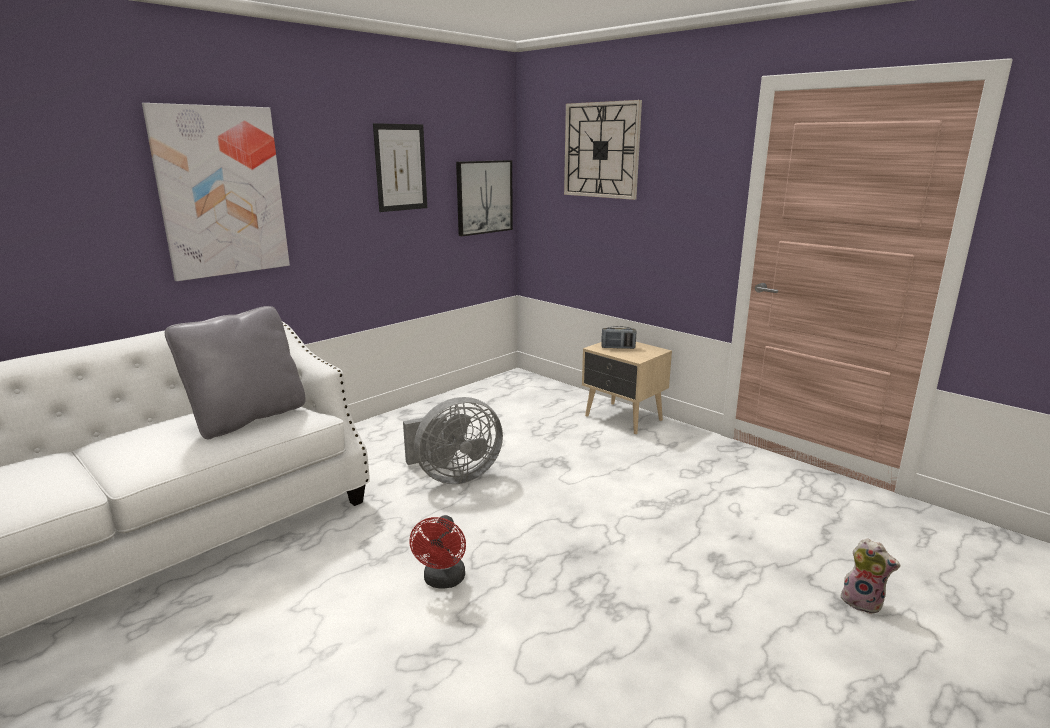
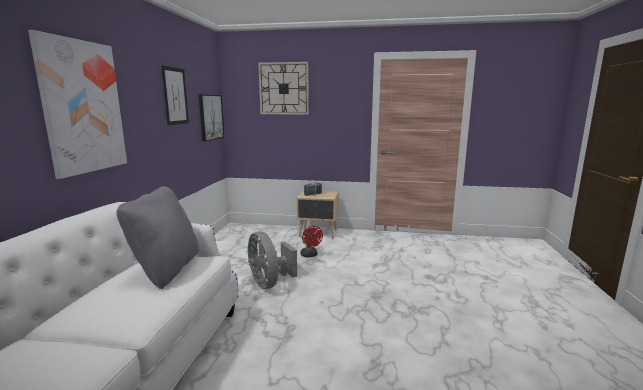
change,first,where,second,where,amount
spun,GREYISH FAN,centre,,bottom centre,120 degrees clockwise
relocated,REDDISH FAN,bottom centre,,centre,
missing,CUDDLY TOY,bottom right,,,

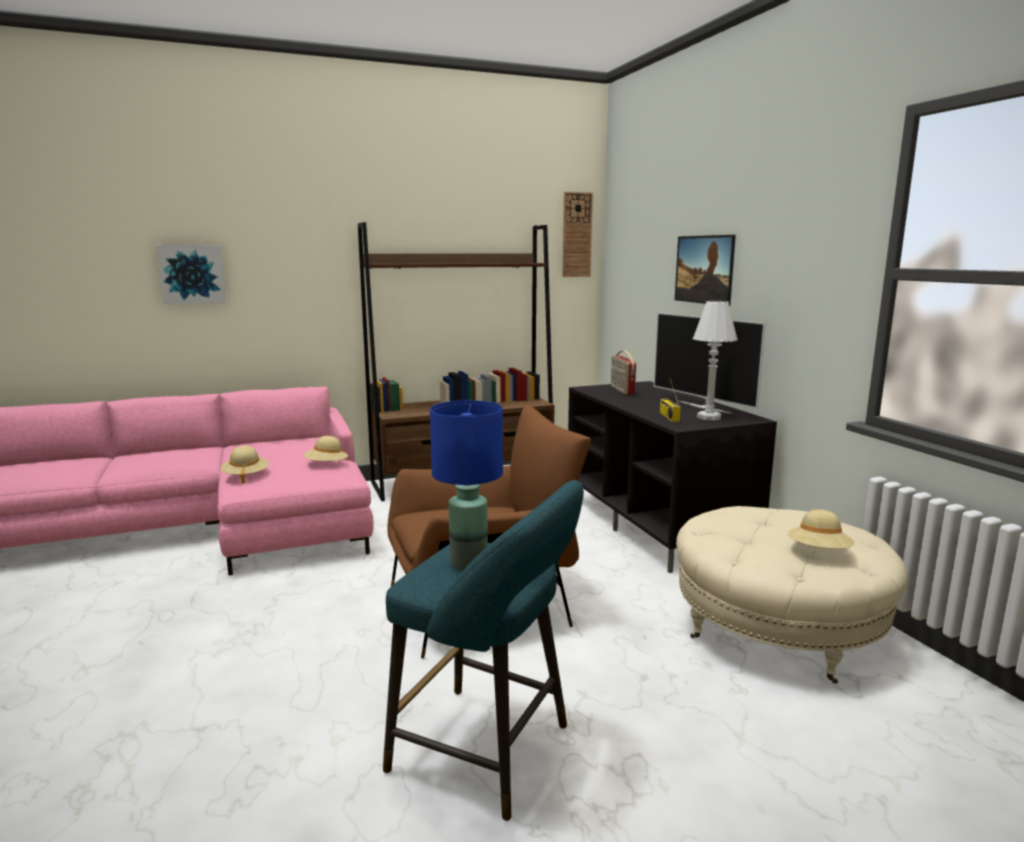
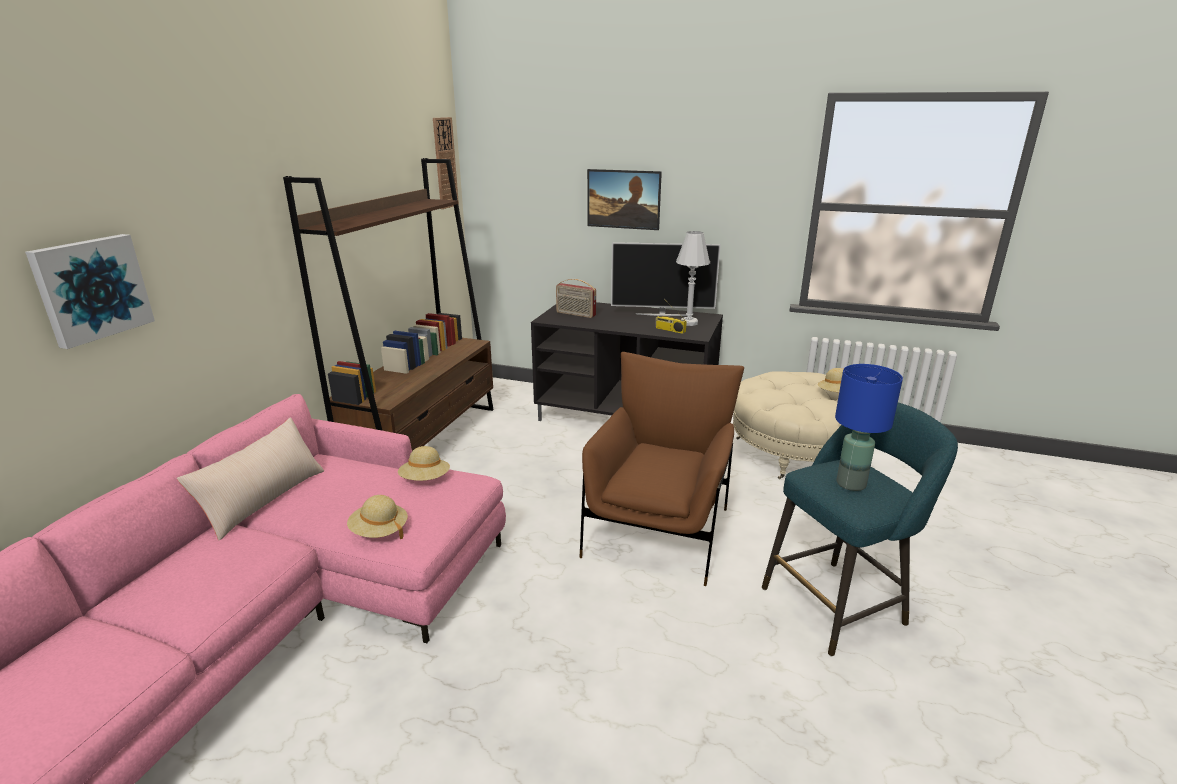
change,first,where,second,where,amount
appeared,,,SAND-COLOURED THROW PILLOW,middle left,

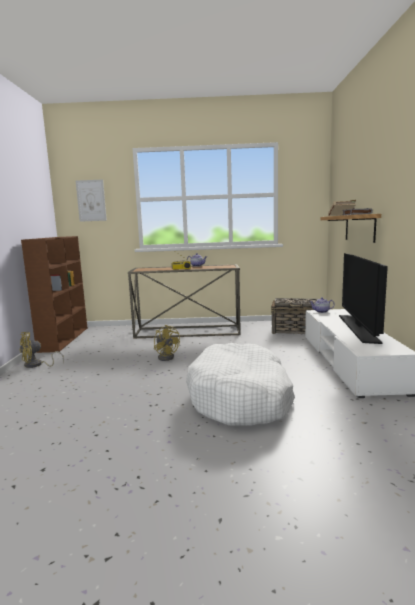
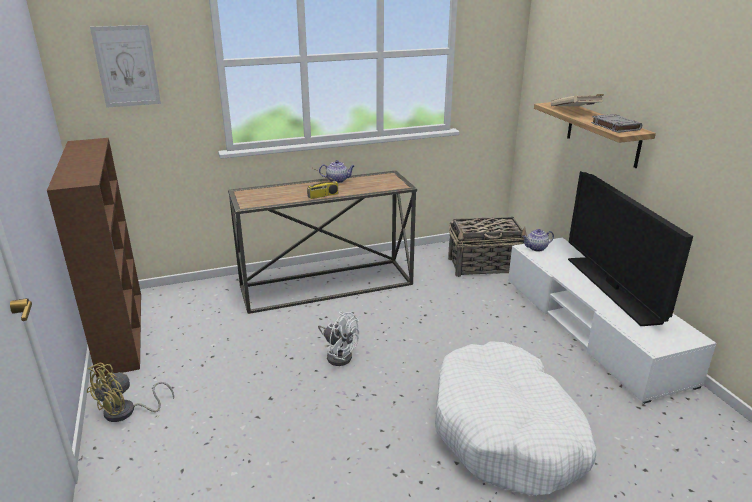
change,first,where,second,where,amount
colour,YELLOW-COLOURED FAN (no. 2 from left),centre,WHITE-COLOURED FAN,bottom centre,

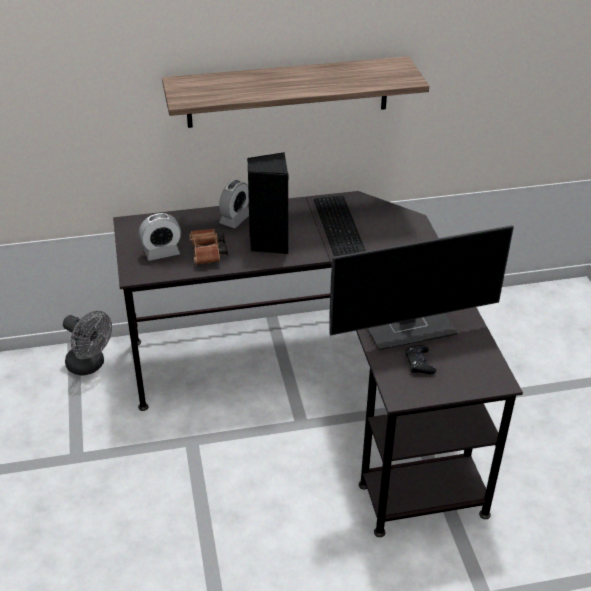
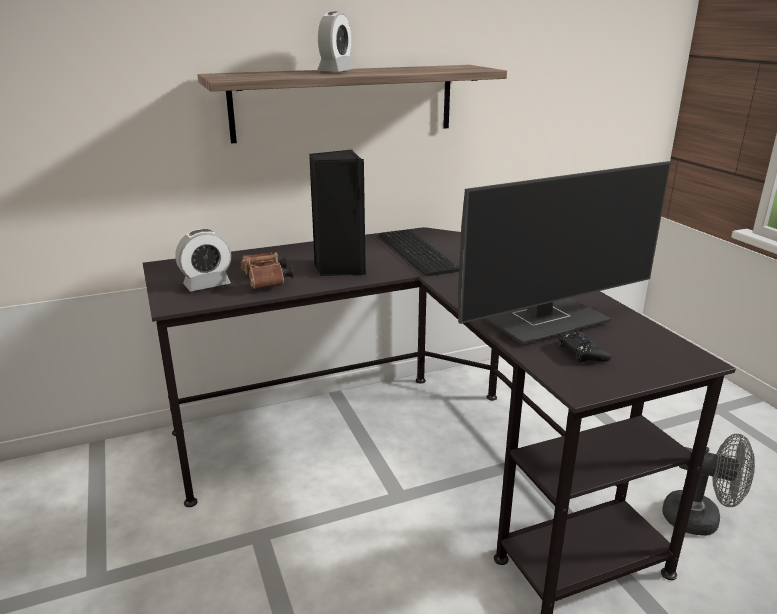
change,first,where,second,where,amount
relocated,BEDSIDE CLOCK (no. 2 from left),centre,,top centre,
relocated,GREYISH FAN,middle left,,bottom right,

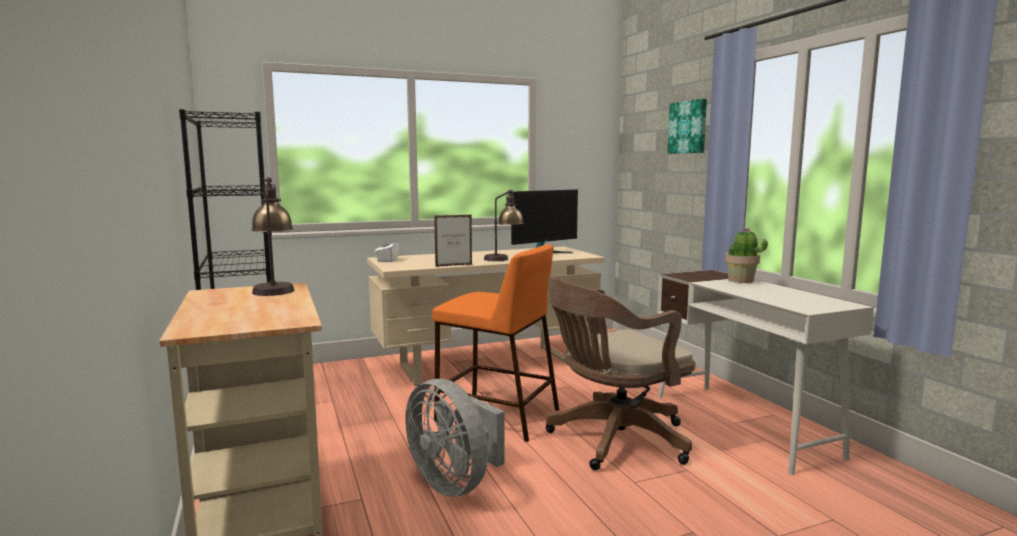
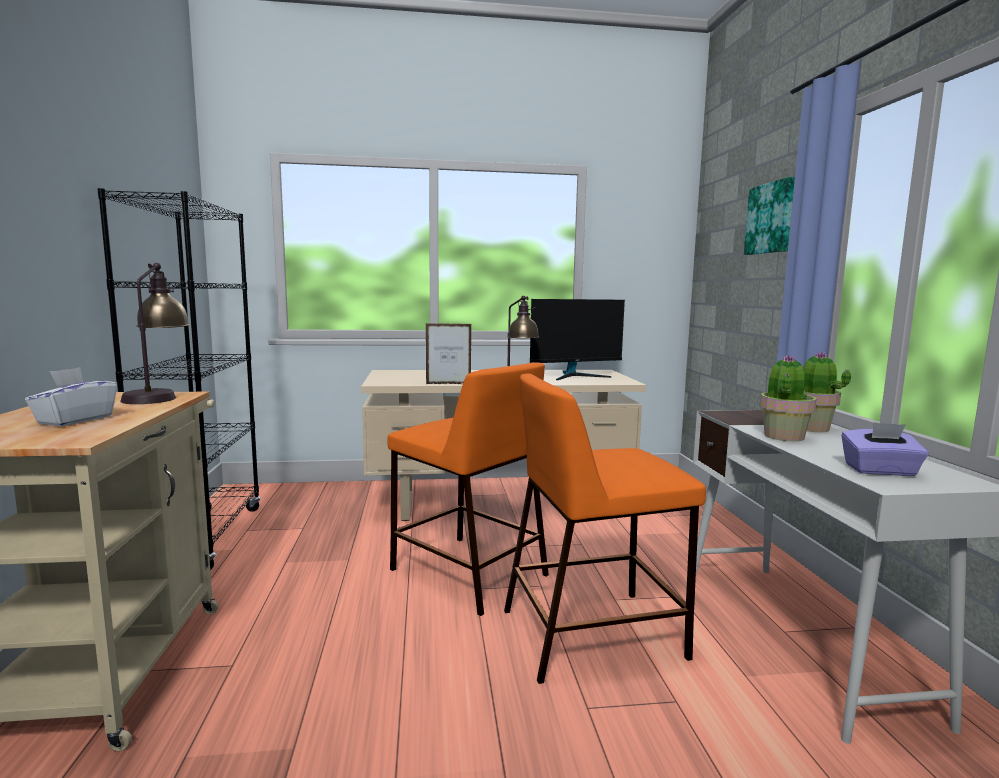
change,first,where,second,where,amount
relocated,WHITE-COLOURED BOX OF TISSUES,centre,,middle left,
exchanged,BROWN OFFICE CHAIR,bottom centre,ORANGE-COLOURED STOOL SEAT (no. 2 from left),bottom centre,
appeared,,,POTTED PLANT (no. 1 from left),middle right,
appeared,,,PURPLE BOX OF TISSUES,middle right,
missing,GREYISH FAN,bottom centre,,,

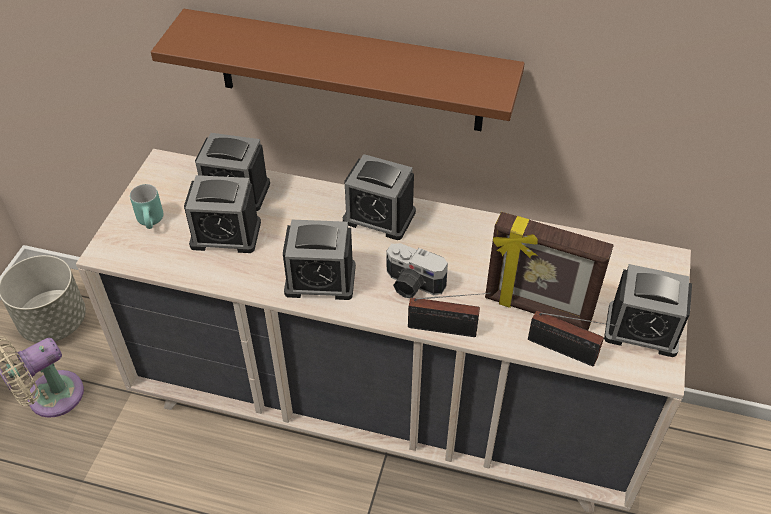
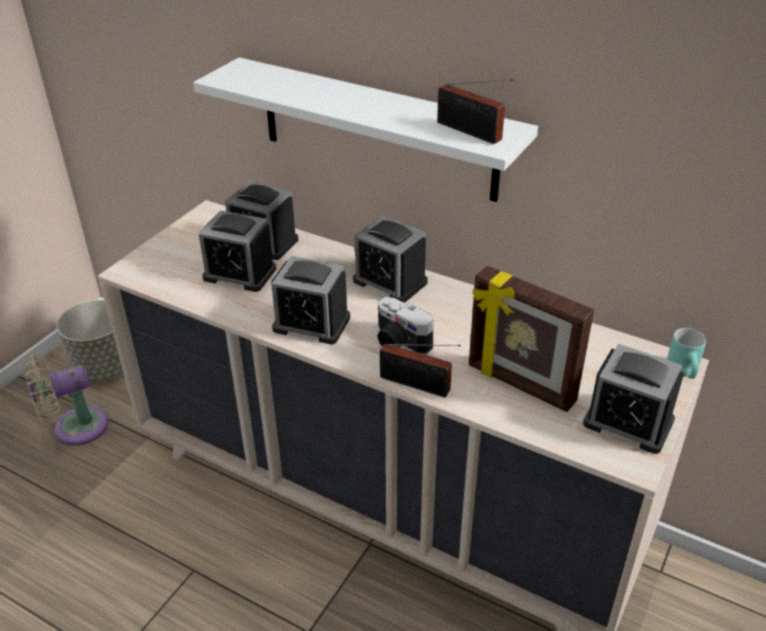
change,first,where,second,where,amount
colour,BROWN BRACKET SHELF,top centre,WHITE-COLOURED BRACKET SHELF,top centre,
relocated,RADIO SET (no. 2 from left),middle right,,top centre,
relocated,TURQUOISE COFFEE MUG,middle left,,middle right,

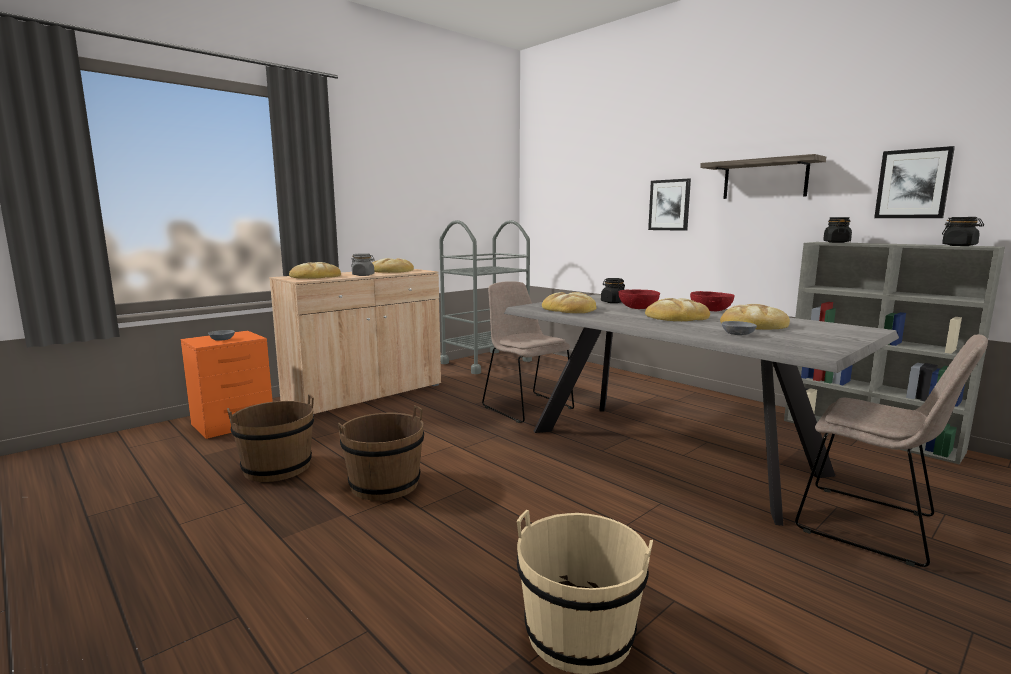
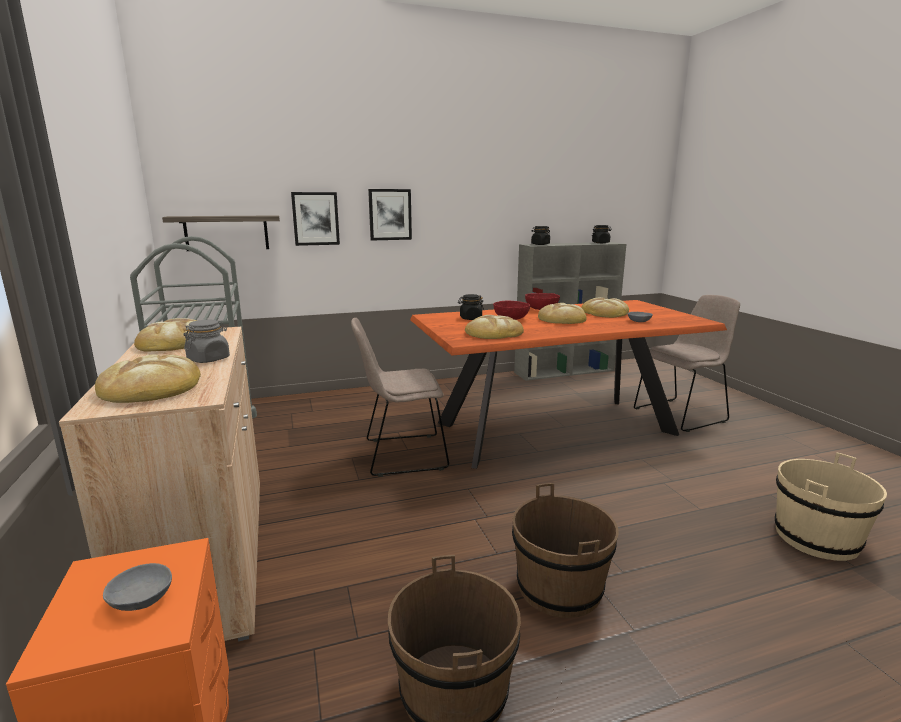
change,first,where,second,where,amount
relocated,BRACKET SHELF,top right,,top left,
relocated,WALL ART (no. 2 from left in the first image),top right,WALL ART (no. 1 from left),top centre,
colour,GREYISH KITCHEN TABLE,middle right,ORANGE-COLOURED KITCHEN TABLE,centre,

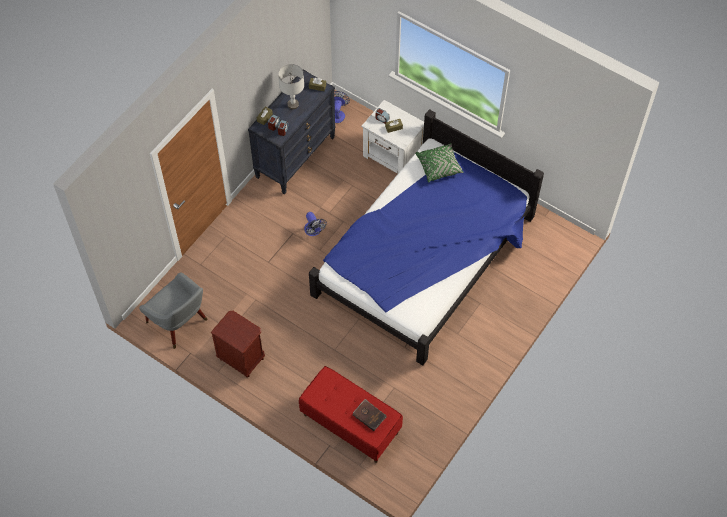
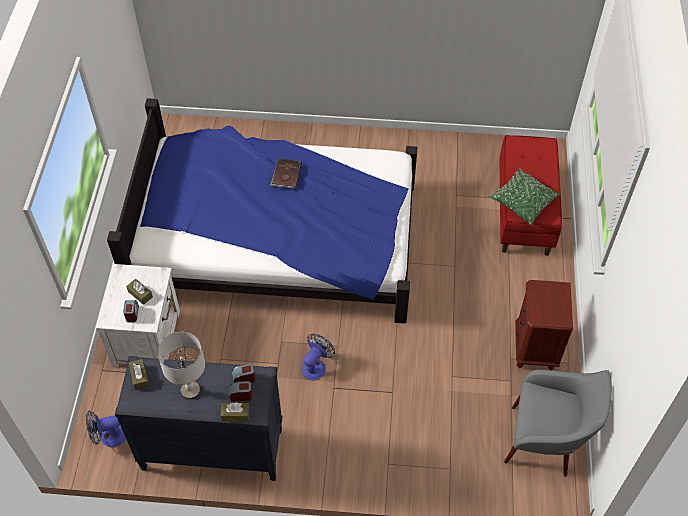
change,first,where,second,where,amount
relocated,BROWN BOOK,bottom centre,,centre,
relocated,GREEN-COLOURED THROW PILLOW,top centre,,middle right,
spun,GREYISH ARMCHAIR,middle left,,bottom right,90 degrees clockwise

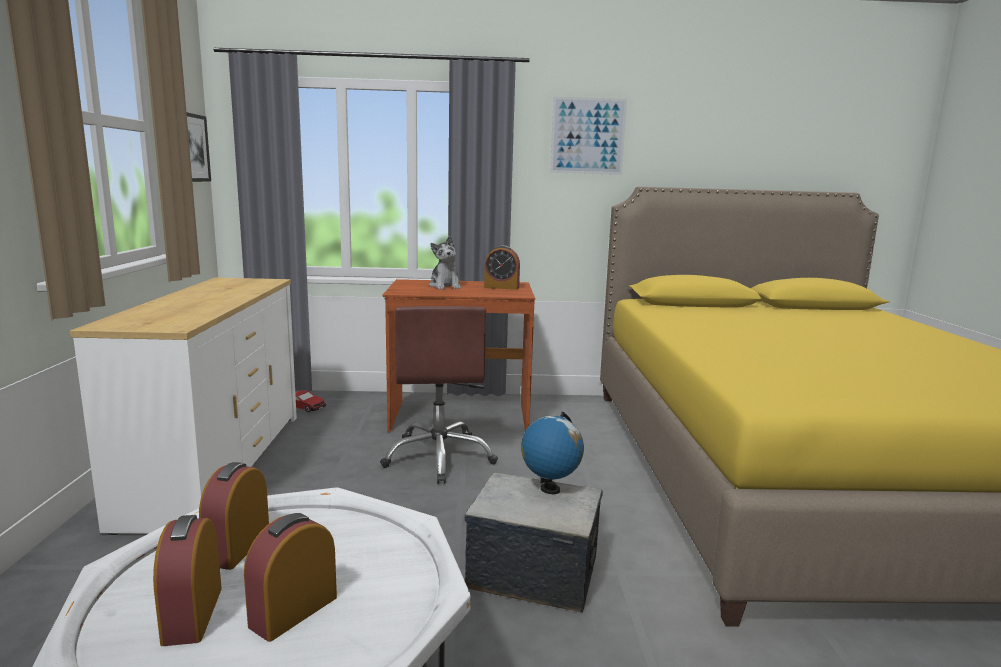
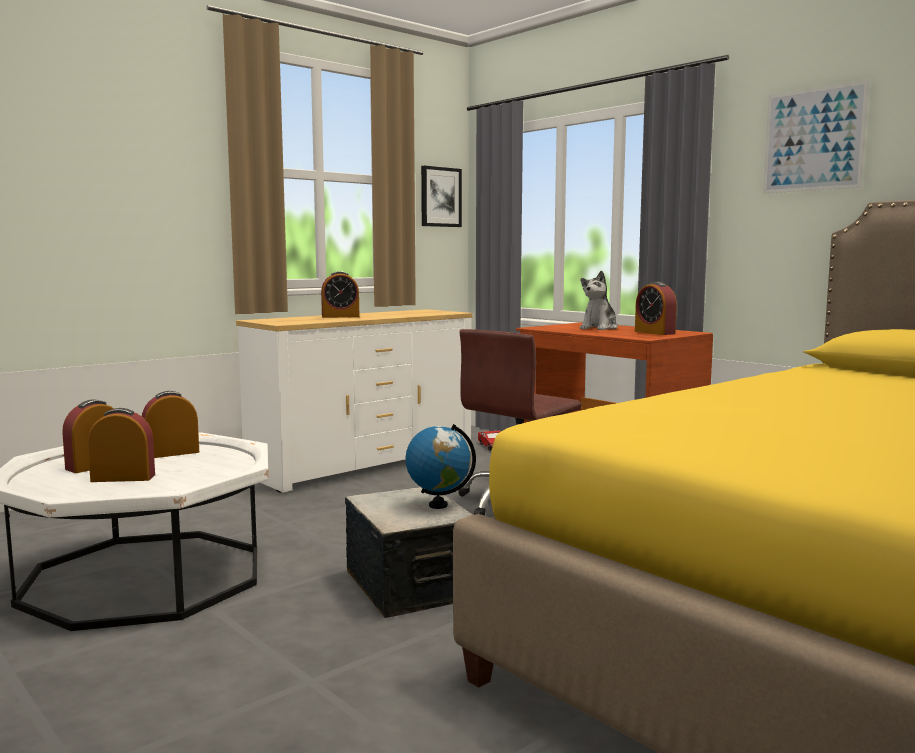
change,first,where,second,where,amount
appeared,,,BEDSIDE CLOCK (no. 4 from left),centre,

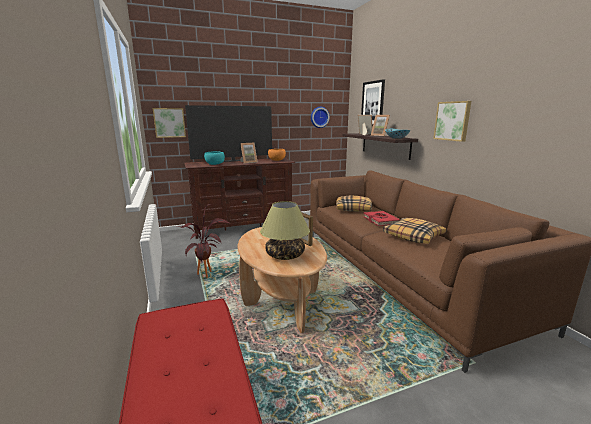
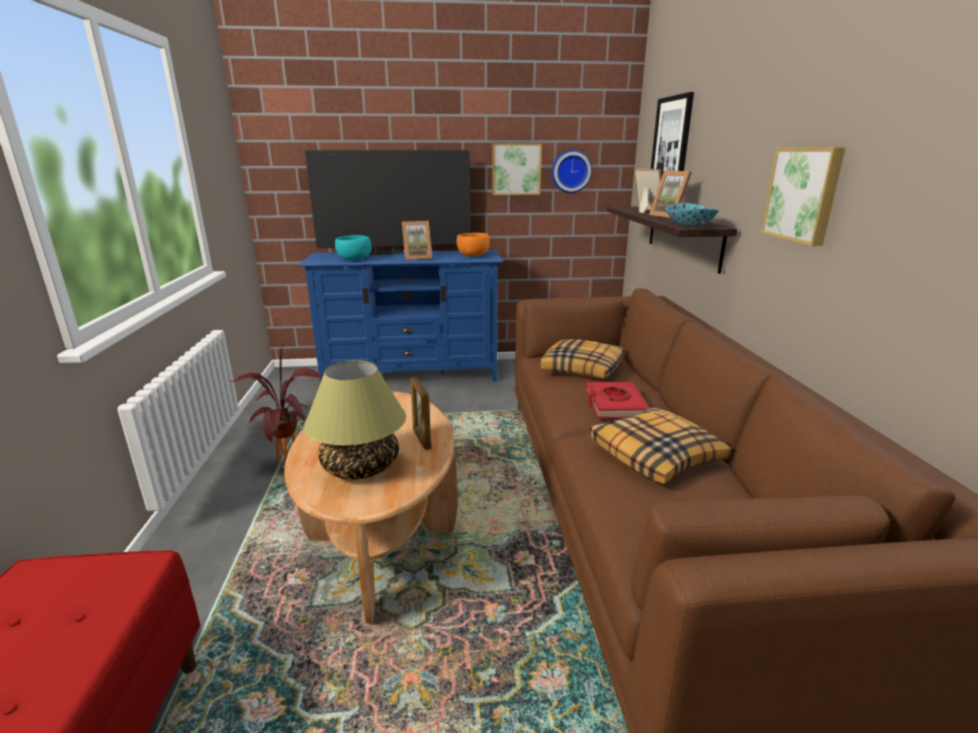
change,first,where,second,where,amount
colour,BROWN TV STAND,centre,BLUISH TV STAND,centre,
relocated,WALL ART (no. 1 from left),top left,,top centre,

